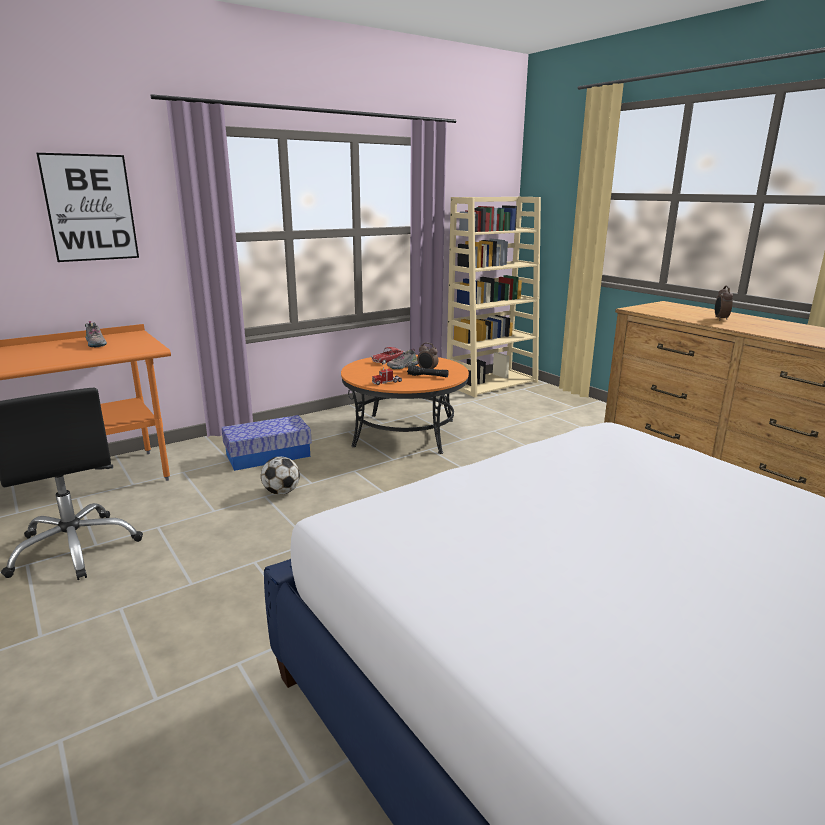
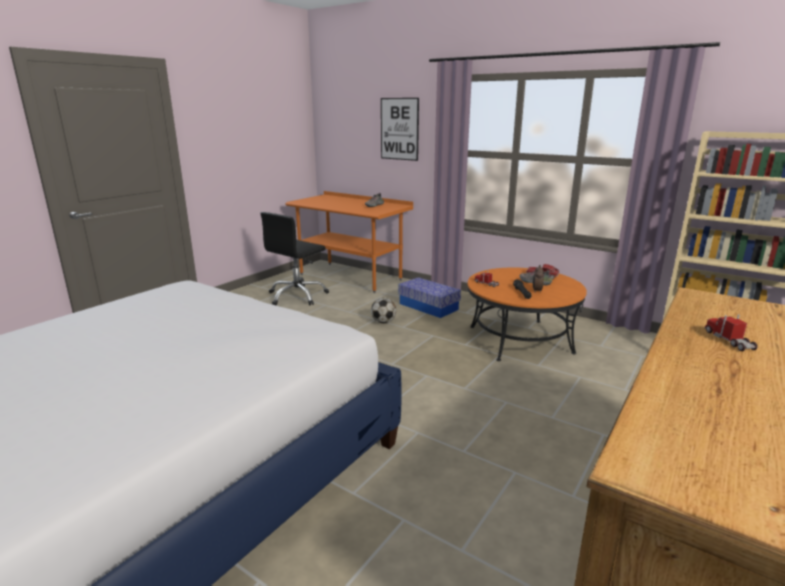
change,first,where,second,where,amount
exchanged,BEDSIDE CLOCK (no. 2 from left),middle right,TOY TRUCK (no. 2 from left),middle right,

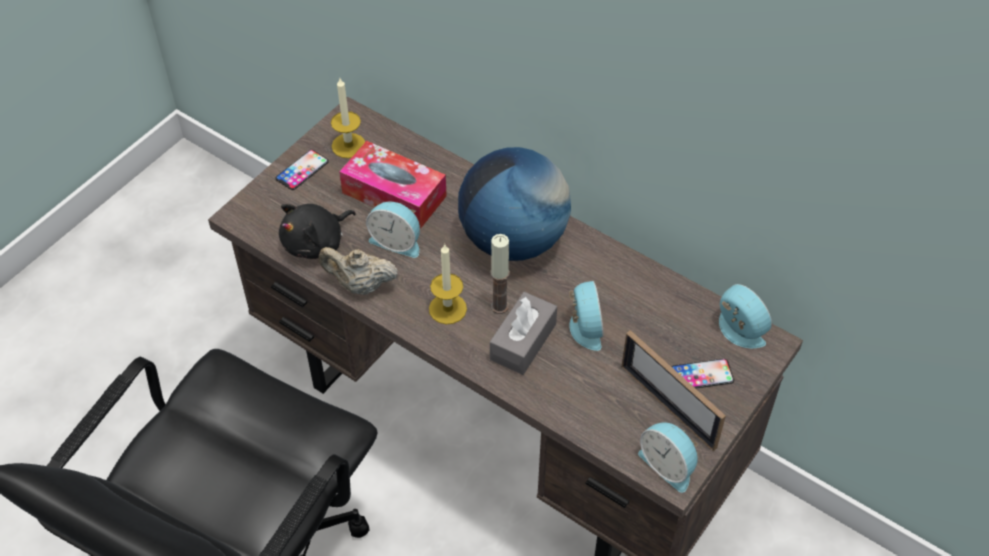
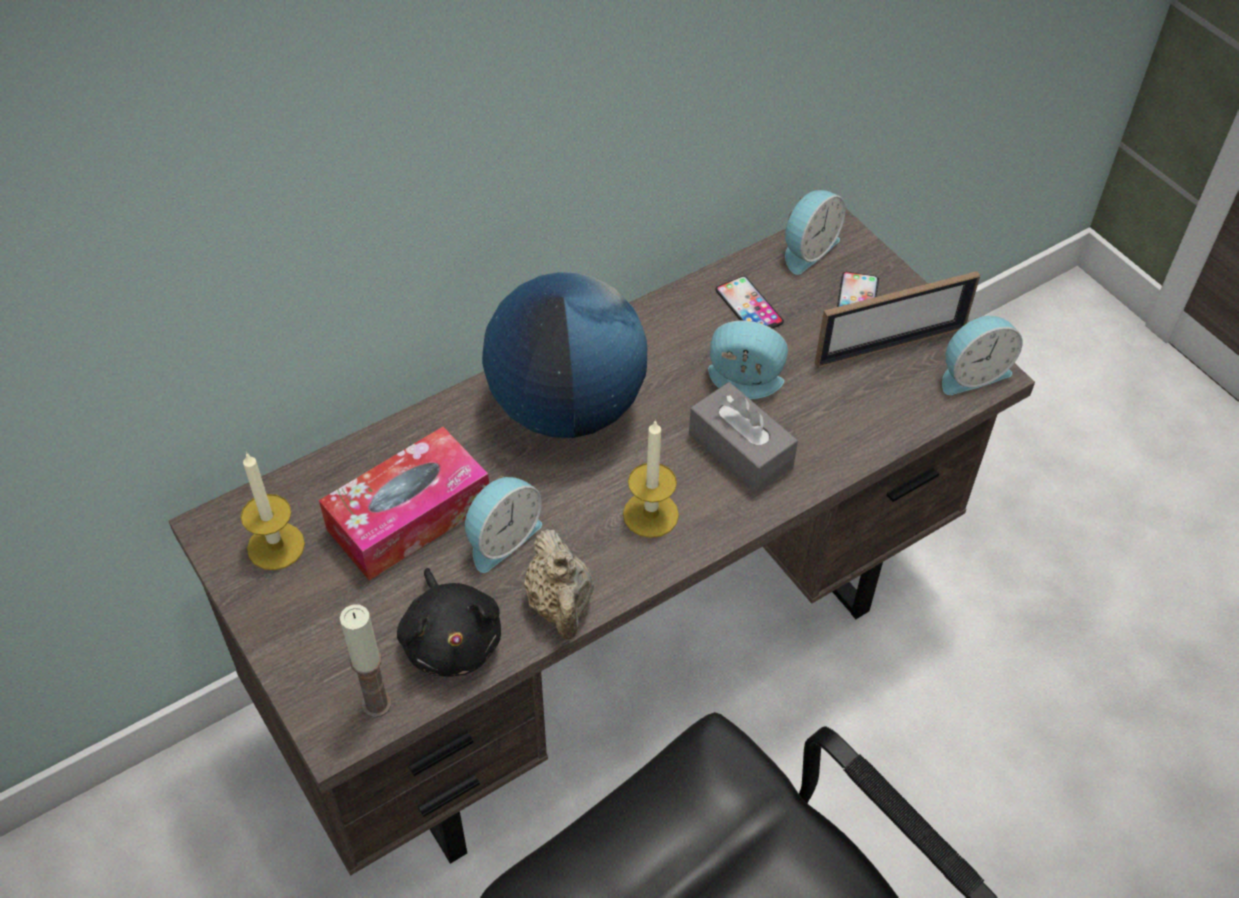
change,first,where,second,where,amount
relocated,WAX CANDLE (no. 3 from left in the first image),centre,WAX CANDLE (no. 2 from left),bottom left,
spun,SAND-COLOURED POT FOR TEA,centre,,centre,45 degrees counterclockwise
relocated,TELEPHONE (no. 1 from left),top left,,centre,
spun,BEDSIDE CLOCK (no. 4 from left in the first image),middle right,BEDSIDE CLOCK (no. 3 from left),top centre,150 degrees clockwise

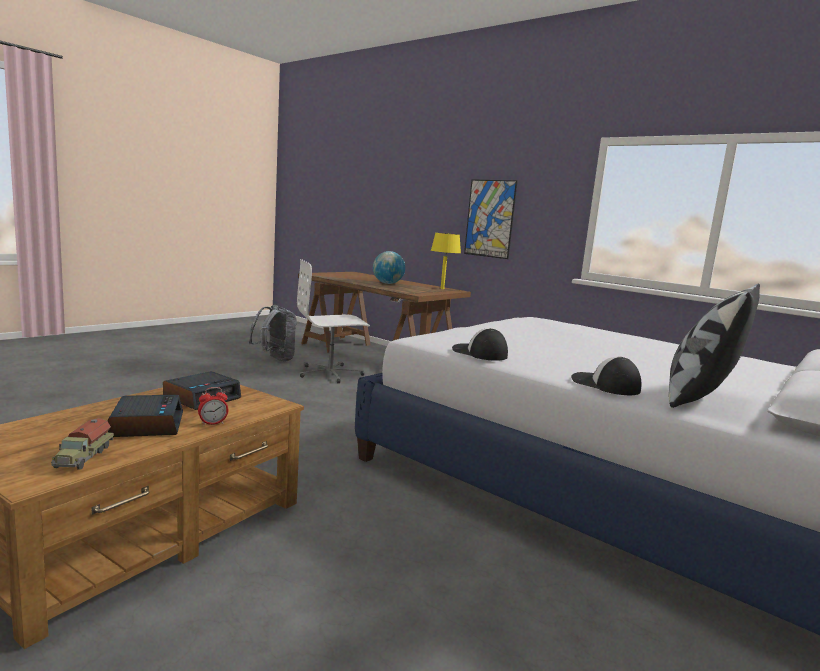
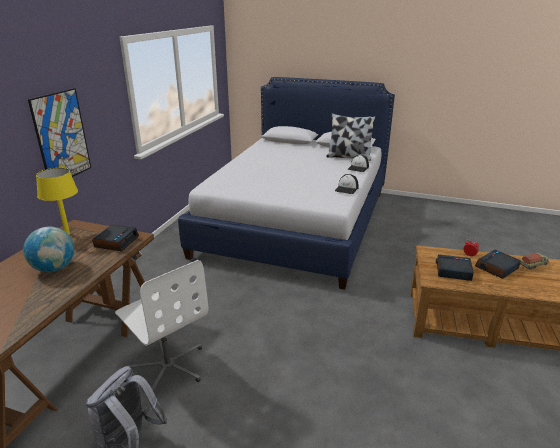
change,first,where,second,where,amount
appeared,,,BEDSIDE CLOCK (no. 1 from left),middle left,

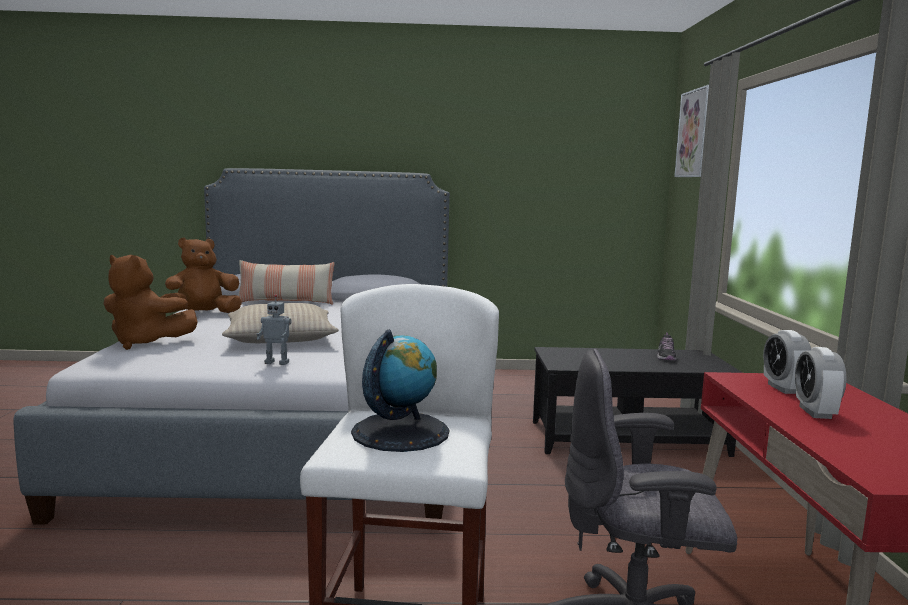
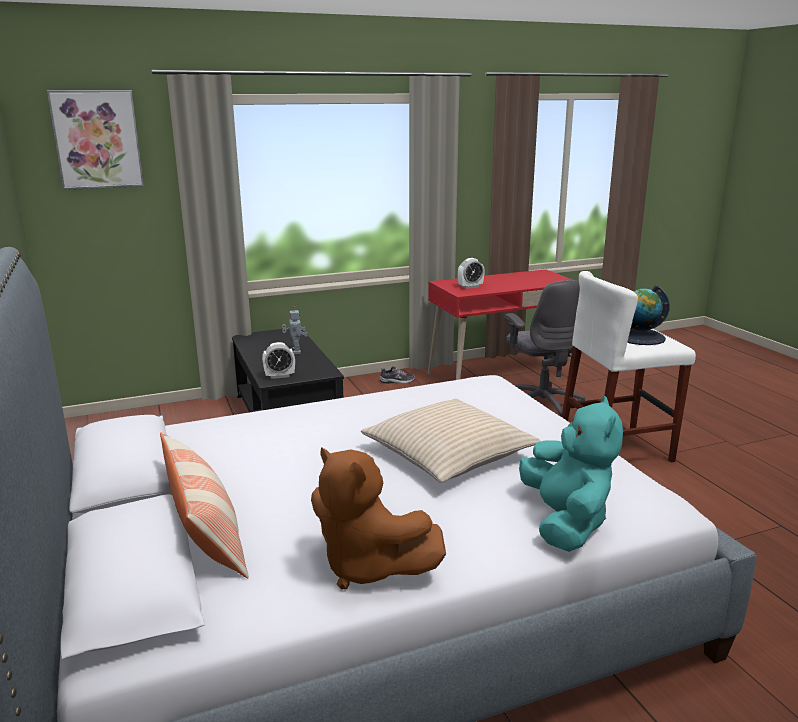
change,first,where,second,where,amount
relocated,BEDSIDE CLOCK (no. 2 from left in the first image),middle right,BEDSIDE CLOCK (no. 1 from left),centre,
relocated,ROBOT FIGURE,middle left,,centre,
relocated,SHOE,middle right,,centre,
colour,BROWN CUDDLY TOY (no. 1 from left),middle left,TURQUOISE CUDDLY TOY,middle right,

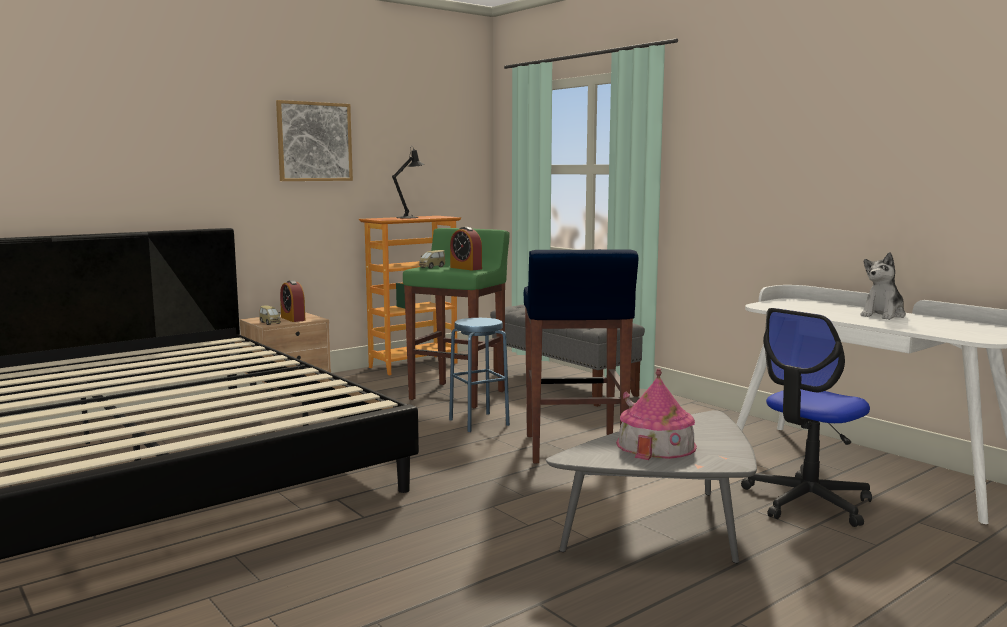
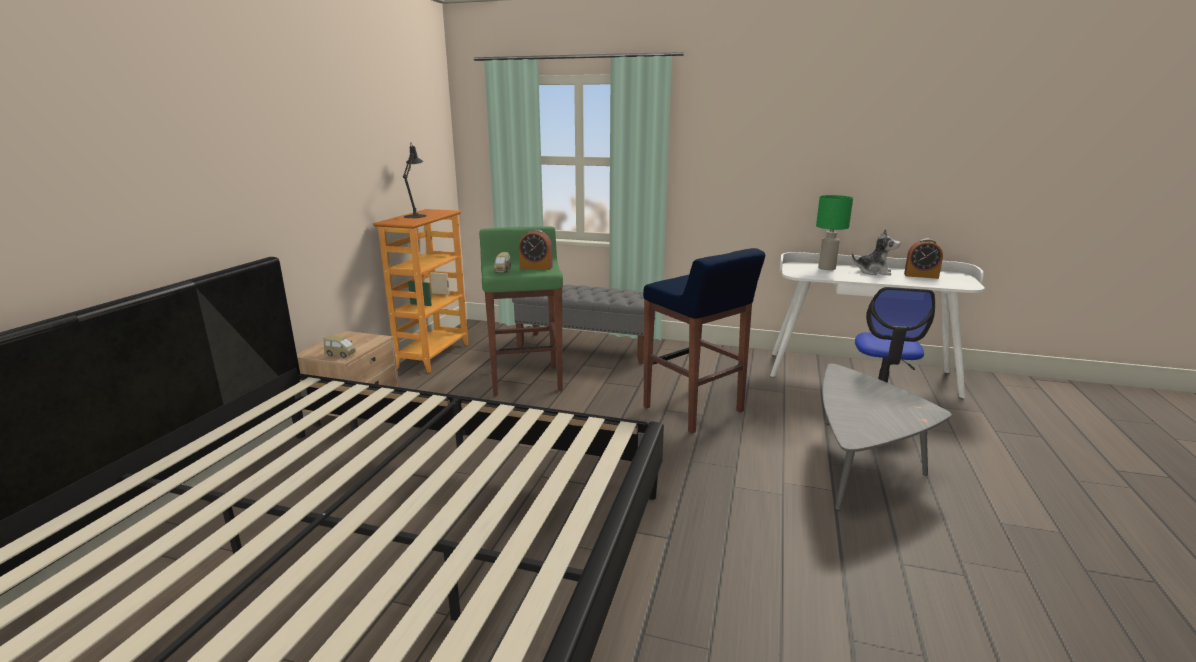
change,first,where,second,where,amount
appeared,,,GREEN-COLOURED TABLETOP LAMP,middle right,
spun,CUDDLY TOY,middle right,,middle right,75 degrees counterclockwise
relocated,BEDSIDE CLOCK (no. 1 from left in the first image),middle left,BEDSIDE CLOCK (no. 2 from left),middle right,
missing,WALL ART,top left,,,
missing,BLUISH STOOL SEAT (no. 1 from left),centre,,,
missing,MODEL HOUSE,centre,,,

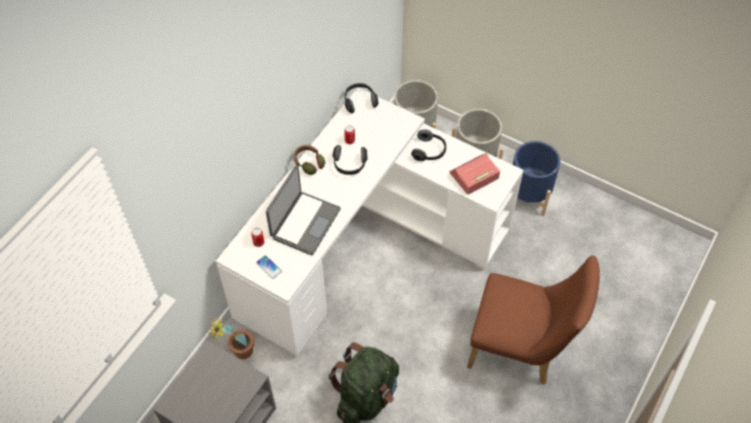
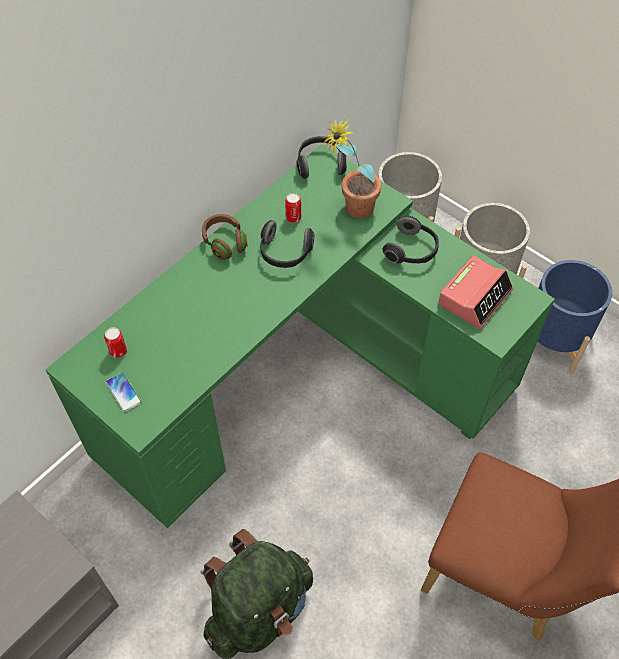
change,first,where,second,where,amount
colour,WHITE-COLOURED DESK UNIT,centre,GREEN-COLOURED DESK UNIT,centre,
relocated,POTTED PLANT,bottom left,,top centre,
spun,BEDSIDE CLOCK,centre,,middle right,150 degrees clockwise
missing,LAPTOP,centre,,,

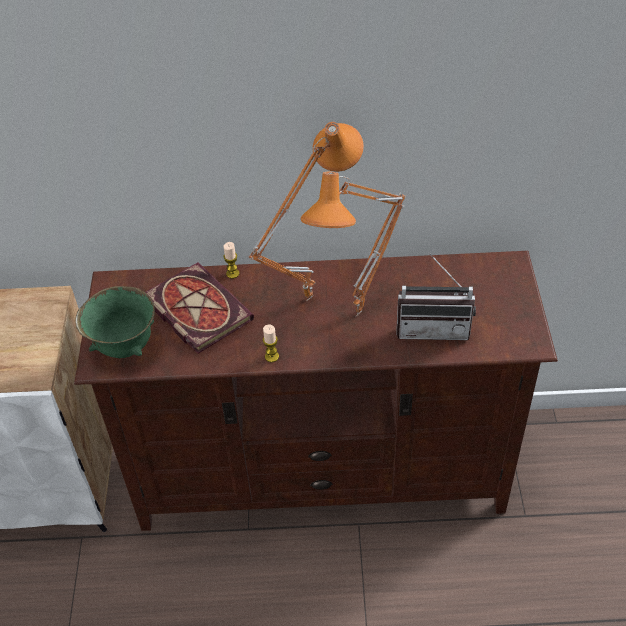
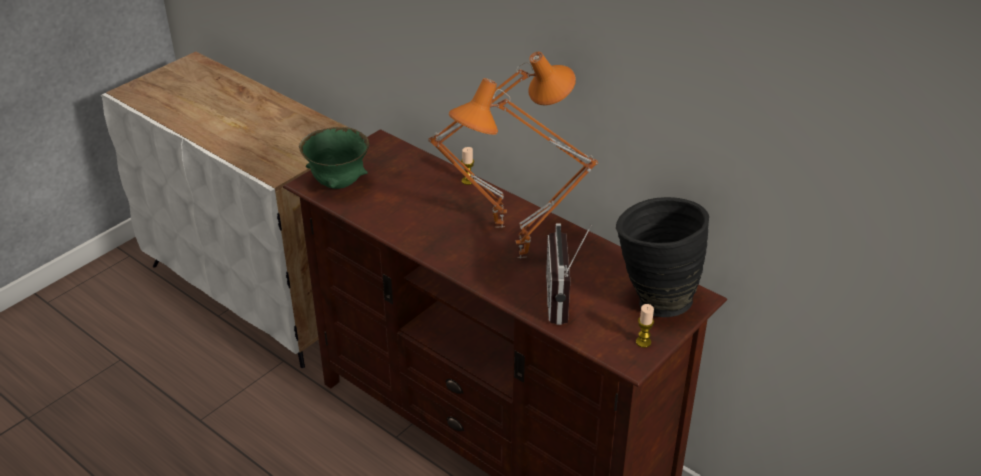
change,first,where,second,where,amount
spun,RADIO SET,middle right,,centre,45 degrees clockwise
appeared,,,BLACK-COLOURED DECORATIVE VASE,middle right,
relocated,WAX CANDLE (no. 2 from left),centre,,bottom centre,
missing,BOOK,middle left,,,

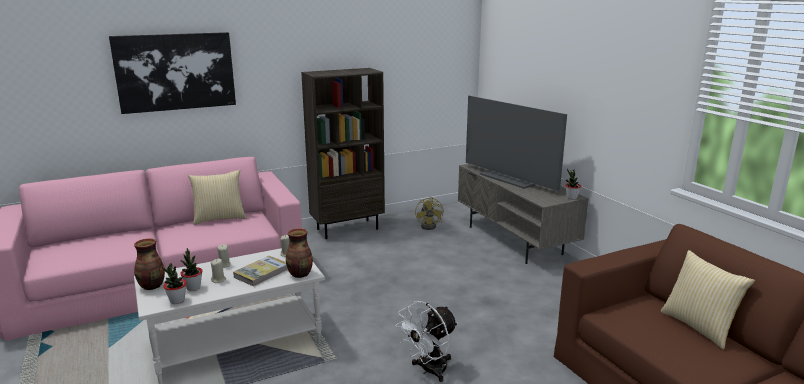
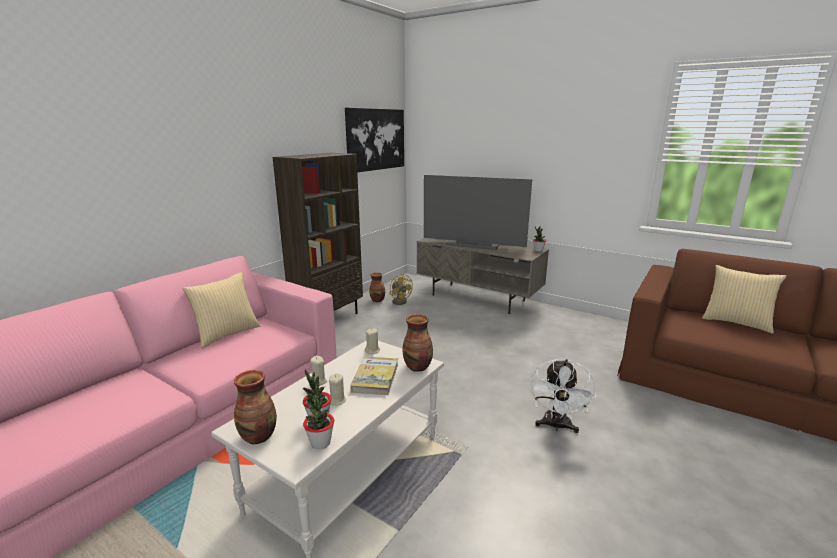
change,first,where,second,where,amount
relocated,WALL ART,top left,,top centre,
appeared,,,DECORATIVE VASE (no. 2 from left),centre,

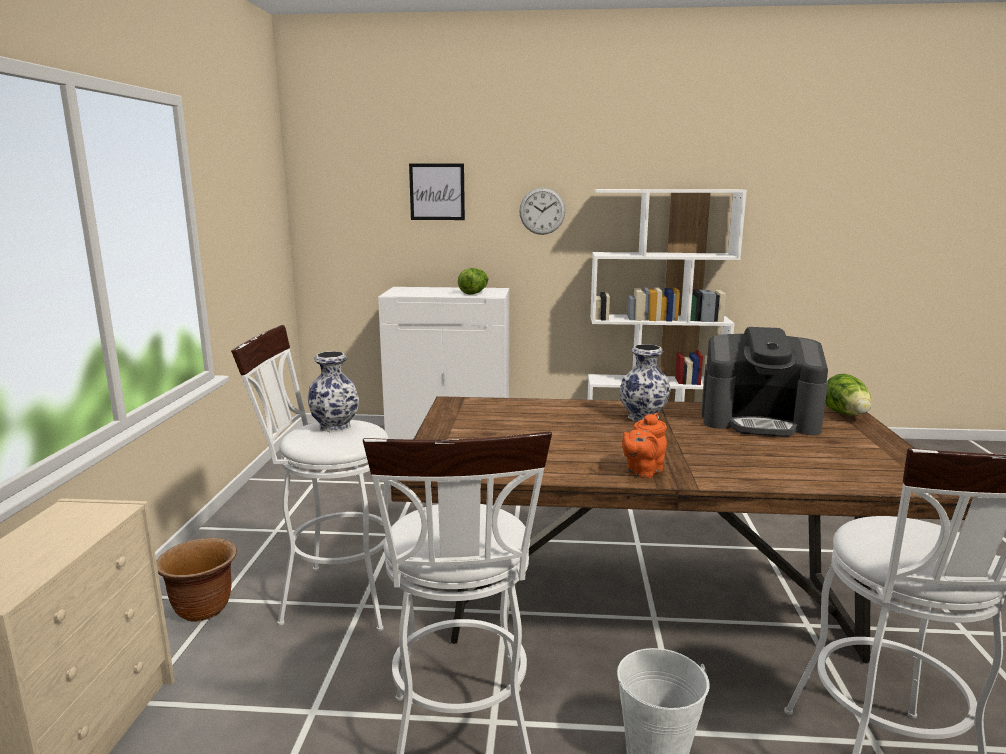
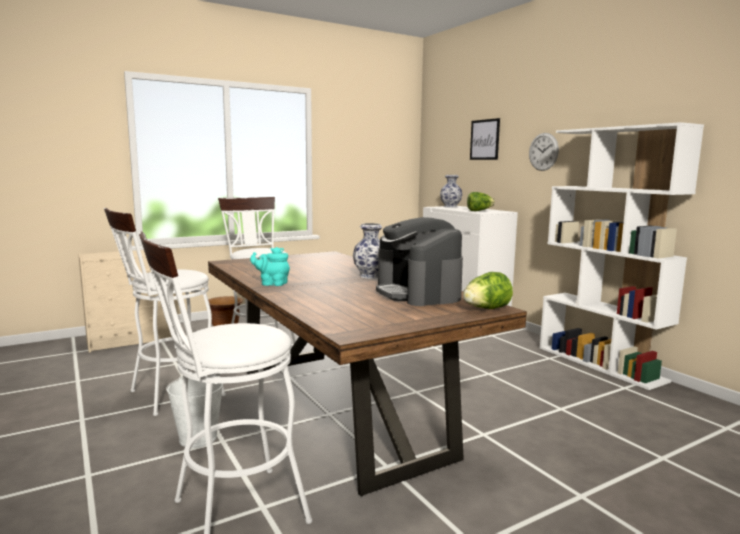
change,first,where,second,where,amount
colour,ORANGE-COLOURED POT FOR TEA,centre,TURQUOISE POT FOR TEA,centre,
relocated,DECORATIVE VASE (no. 1 from left in the first image),middle left,DECORATIVE VASE (no. 2 from left),centre,

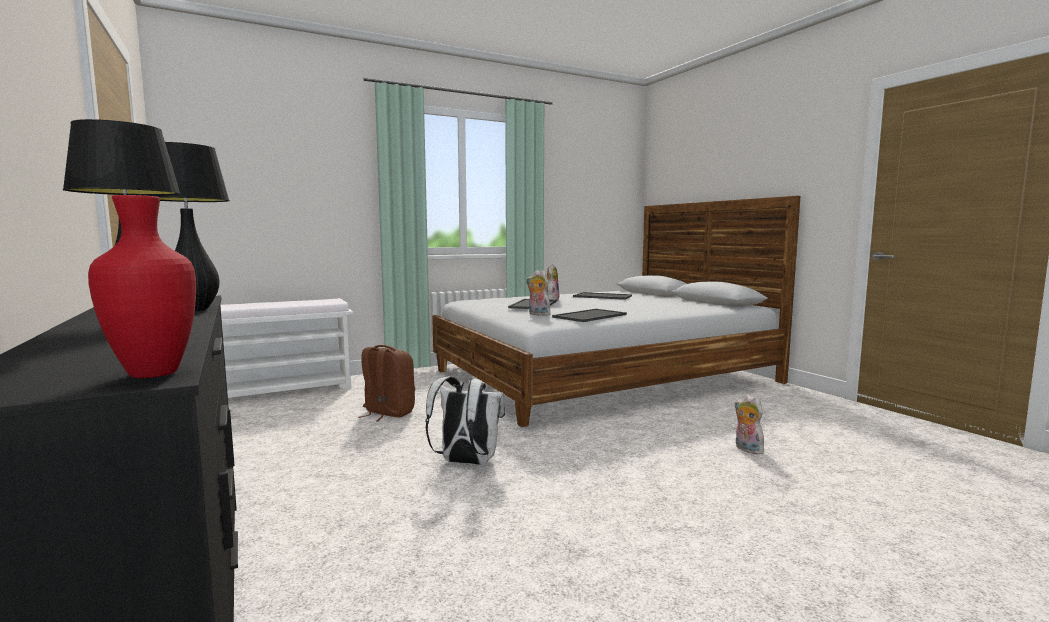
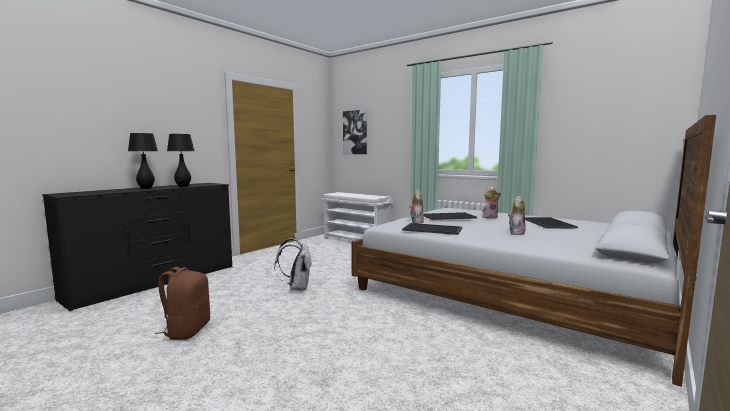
change,first,where,second,where,amount
relocated,BROWN KNAPSACK,centre,,bottom left,
appeared,,,WALL ART,top centre,
relocated,CUDDLY TOY (no. 3 from left),bottom right,,middle right,
missing,REDDISH DECORATIVE VASE,middle left,,,

